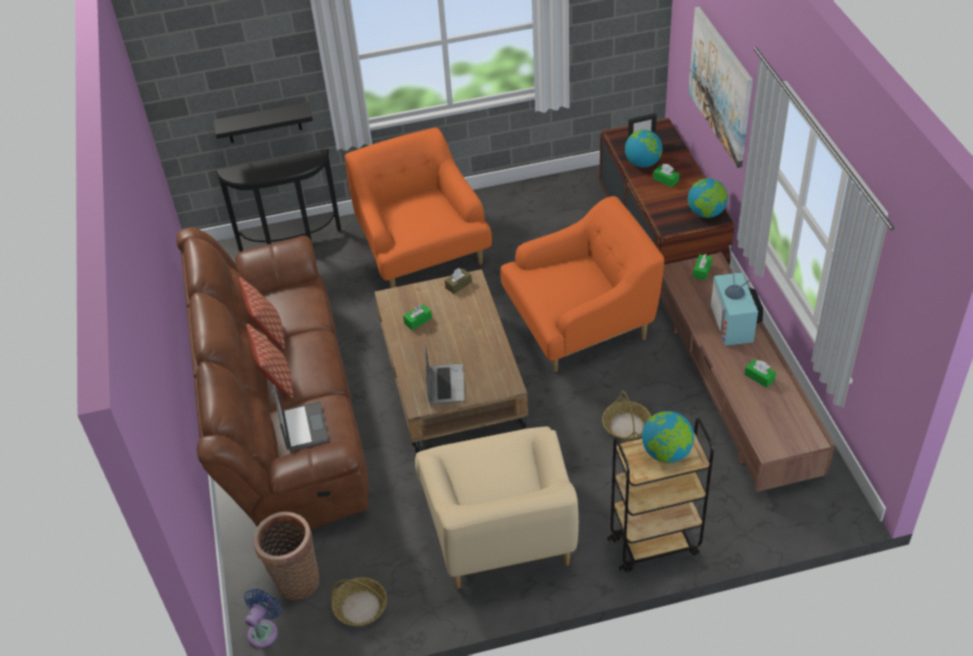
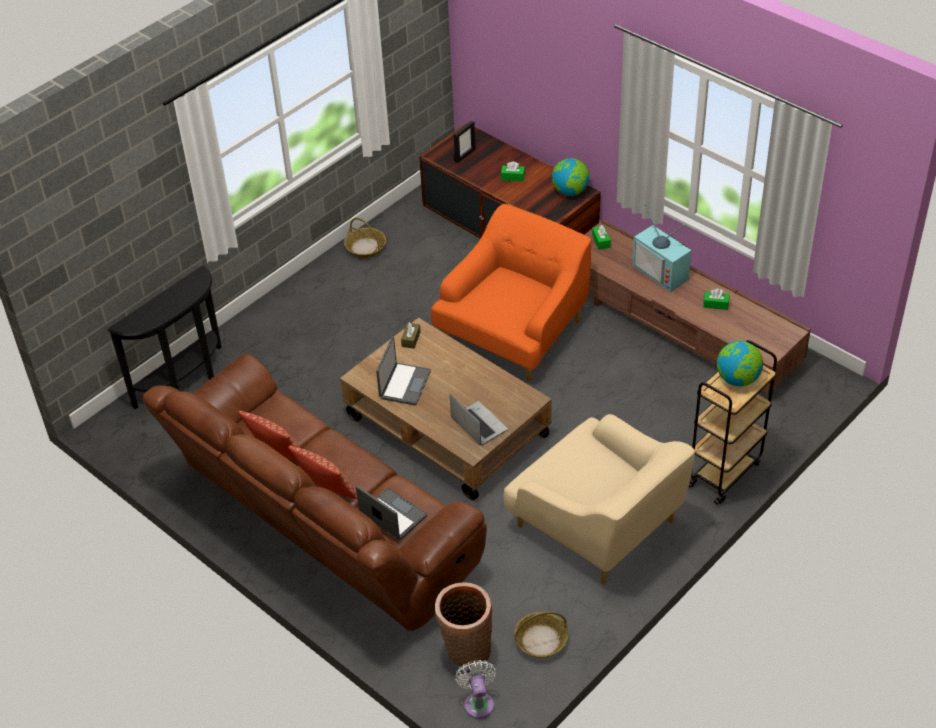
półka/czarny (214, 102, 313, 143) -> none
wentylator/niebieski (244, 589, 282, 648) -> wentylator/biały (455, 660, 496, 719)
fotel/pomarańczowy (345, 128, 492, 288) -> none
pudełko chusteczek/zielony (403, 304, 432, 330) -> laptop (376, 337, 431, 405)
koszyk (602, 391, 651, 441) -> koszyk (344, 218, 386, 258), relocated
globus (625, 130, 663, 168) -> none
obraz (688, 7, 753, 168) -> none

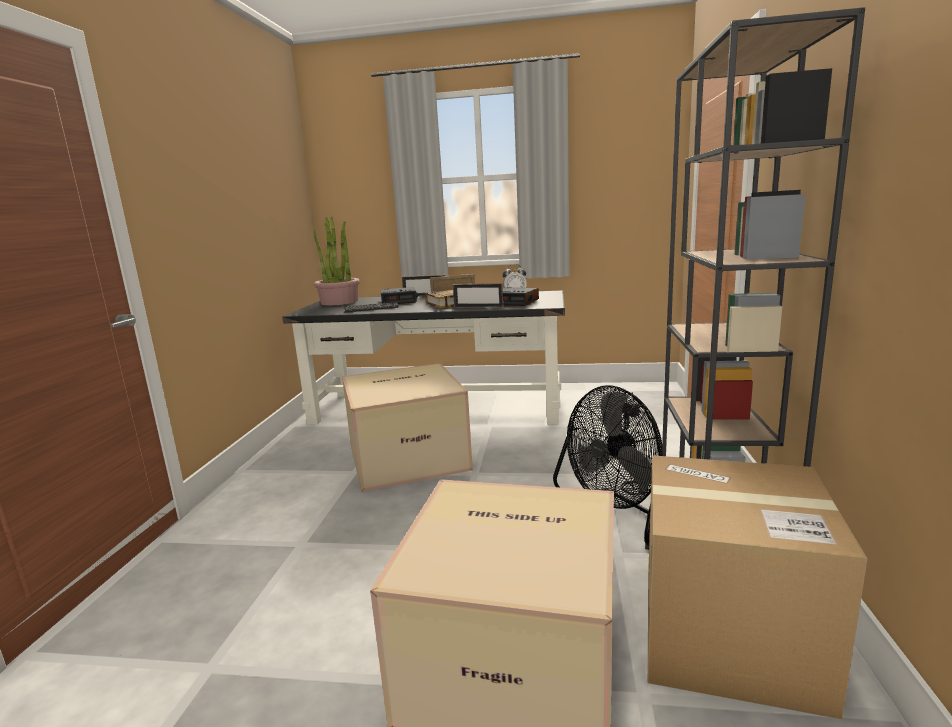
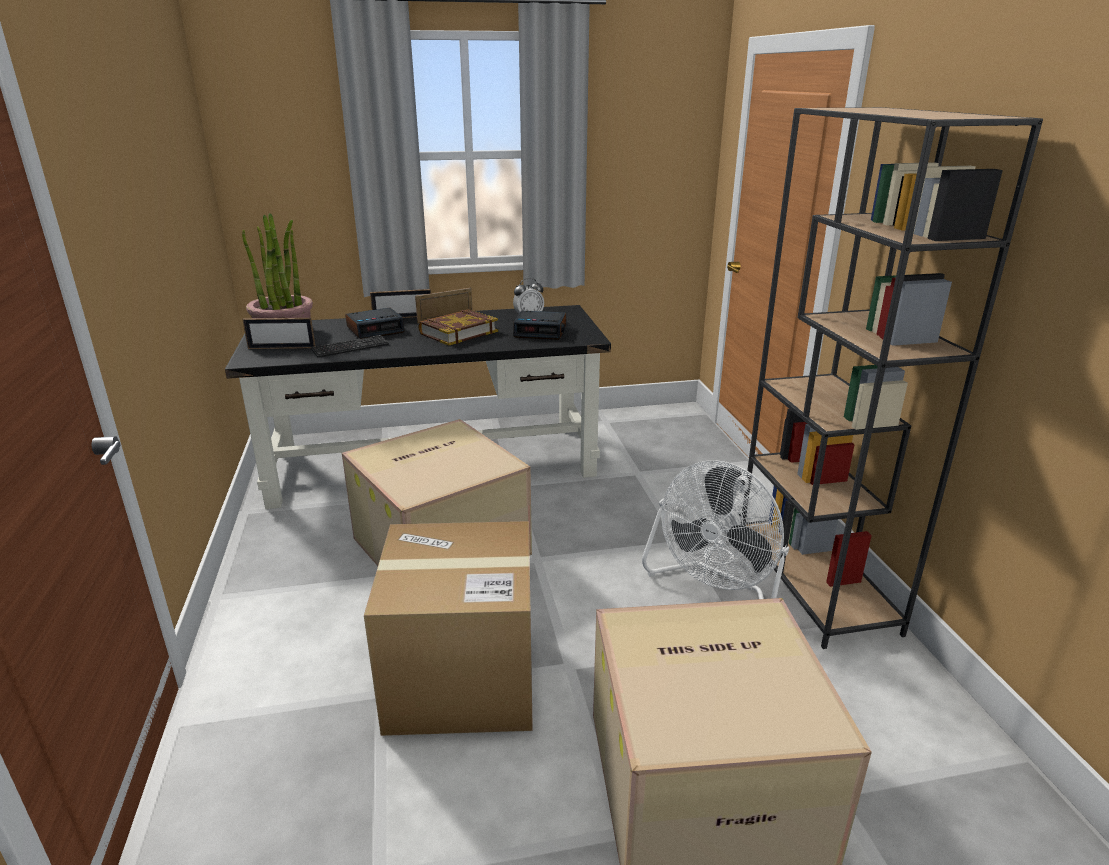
ramka na zdjęcie (453, 283, 503, 308) -> ramka na zdjęcie (242, 318, 315, 349), relocated
wentylator/czarny (553, 385, 663, 550) -> wentylator/biały (642, 460, 789, 599)
karton (648, 455, 868, 719) -> karton (364, 521, 533, 736), relocated

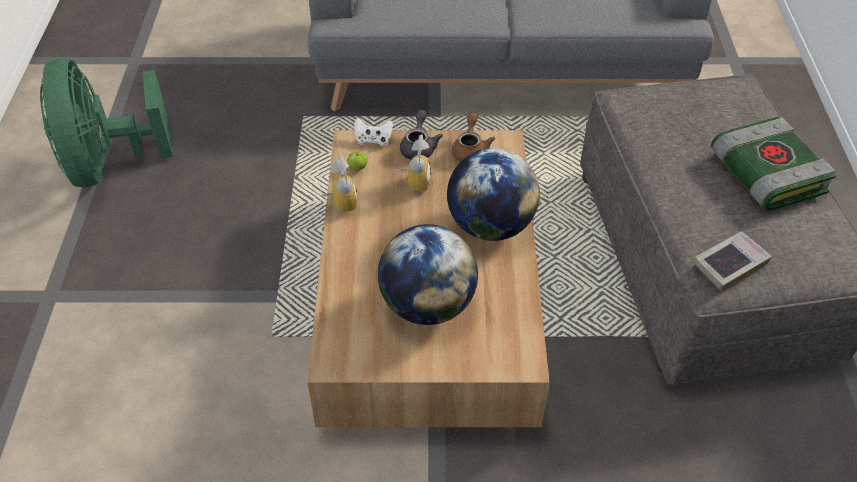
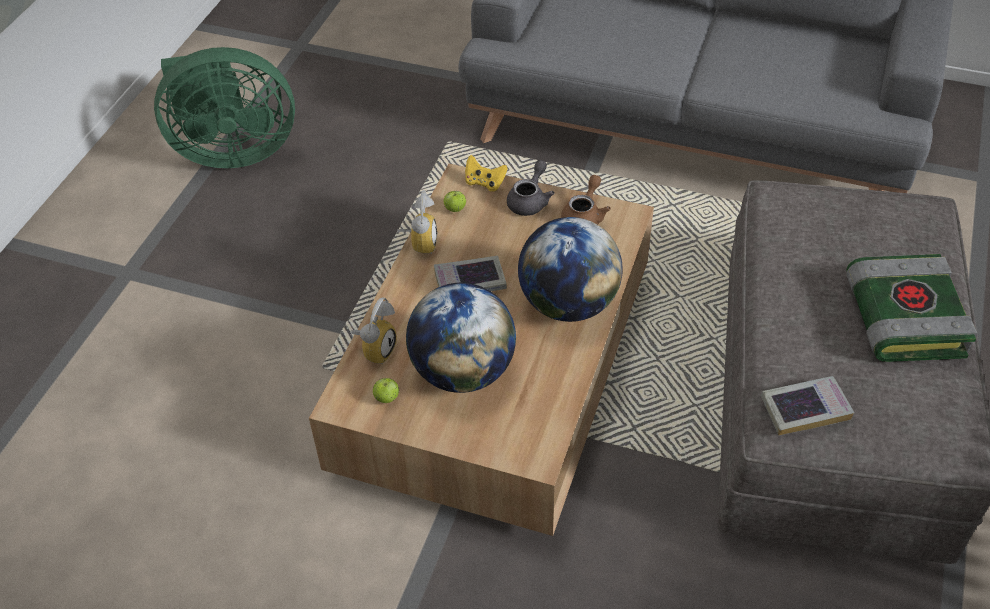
wentylator/zielony (40, 59, 173, 187) -> wentylator/zielony (154, 47, 295, 168), 105 degrees counterclockwise
pad do gier/biały (355, 118, 393, 146) -> pad do gier/żółty (465, 155, 508, 192)
budzik (396, 135, 431, 192) -> budzik (351, 297, 397, 365), relocated
none -> jabłko (373, 378, 399, 403)
none -> książka (434, 256, 507, 291)

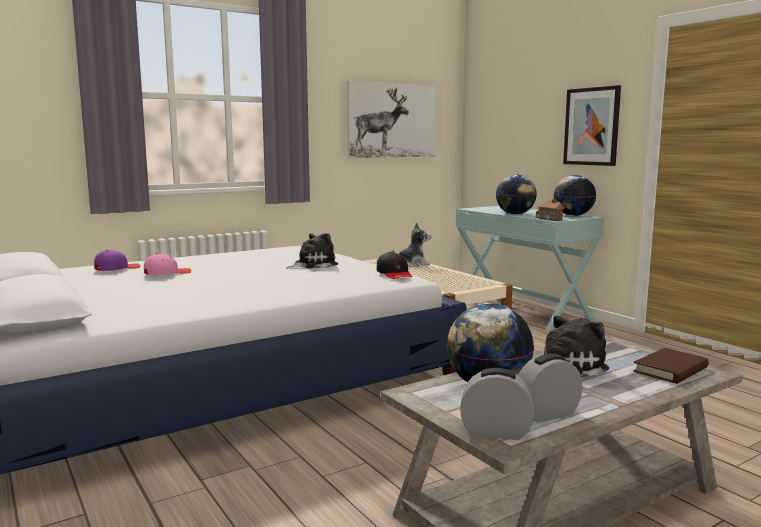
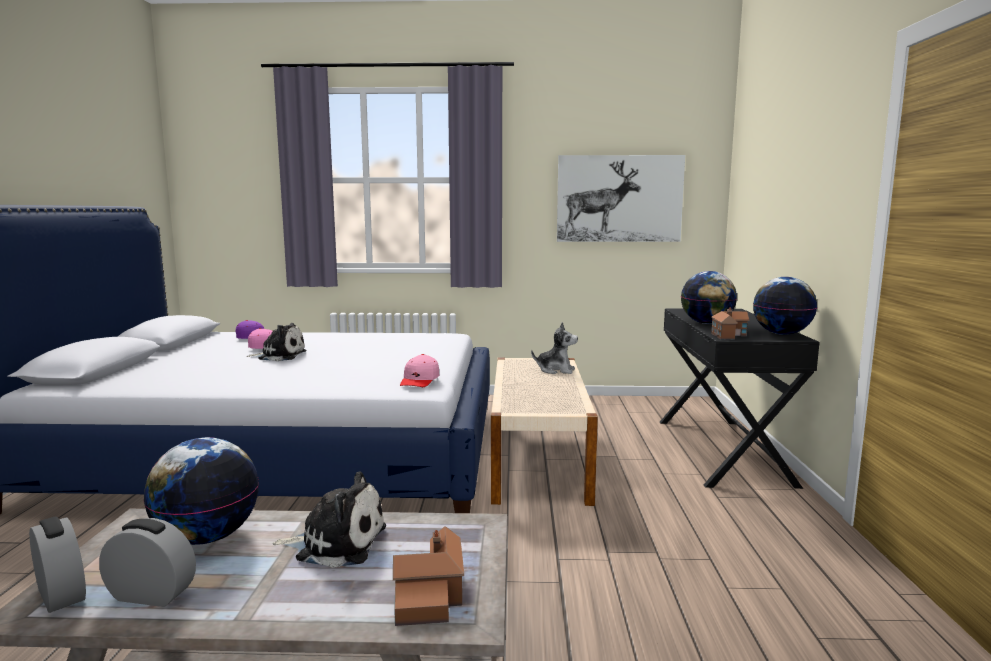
pluszak (287, 233, 338, 269) -> pluszak (247, 323, 306, 361), relocated
czapka z daszkiem/czarny (377, 251, 413, 279) -> czapka z daszkiem/różowy (400, 354, 439, 387)
biurko/turkusowy (456, 206, 603, 331) -> biurko/czarny (660, 308, 820, 489)
obraz (563, 85, 621, 166) -> none
książka/brązowy (633, 348, 709, 384) -> domek (393, 526, 464, 626)

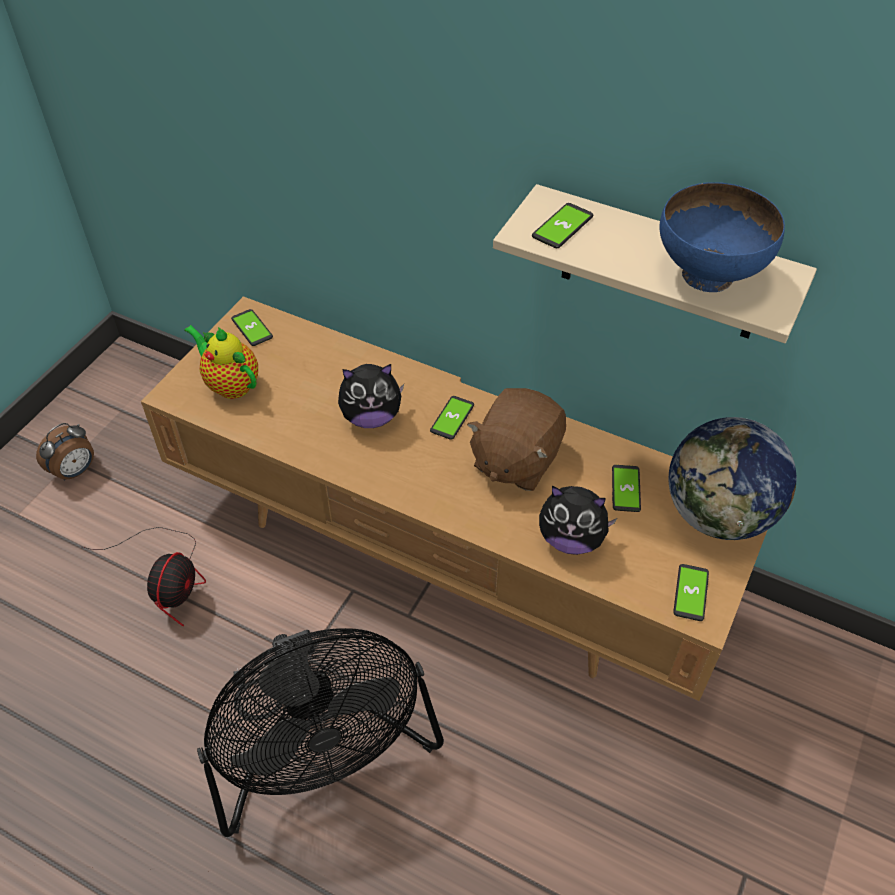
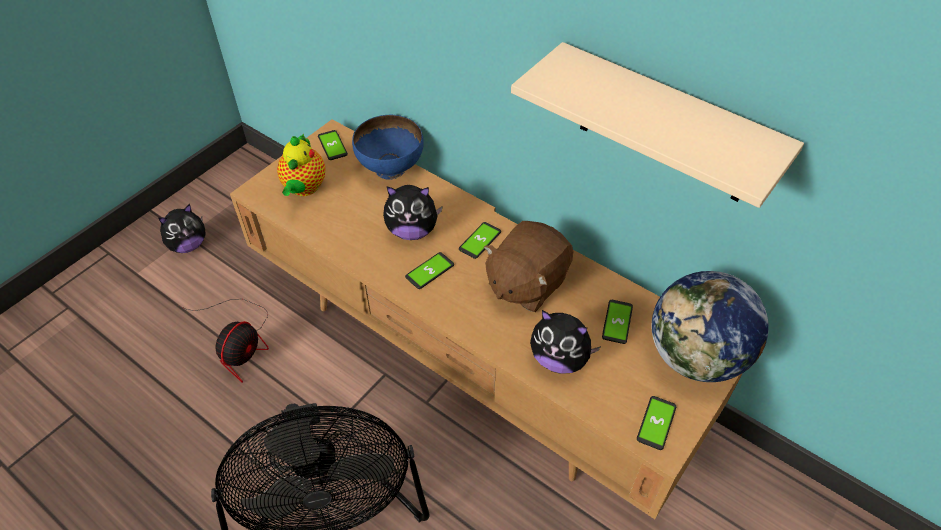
budzik (36, 423, 94, 481) -> pluszak (159, 204, 206, 253)
imbryk (184, 325, 258, 399) -> imbryk (277, 134, 325, 196), 135 degrees counterclockwise
telefon (532, 203, 593, 248) -> telefon (405, 252, 454, 289), relocated
miska/niebieski (659, 182, 785, 292) -> miska/niebieski (352, 115, 424, 180), relocated

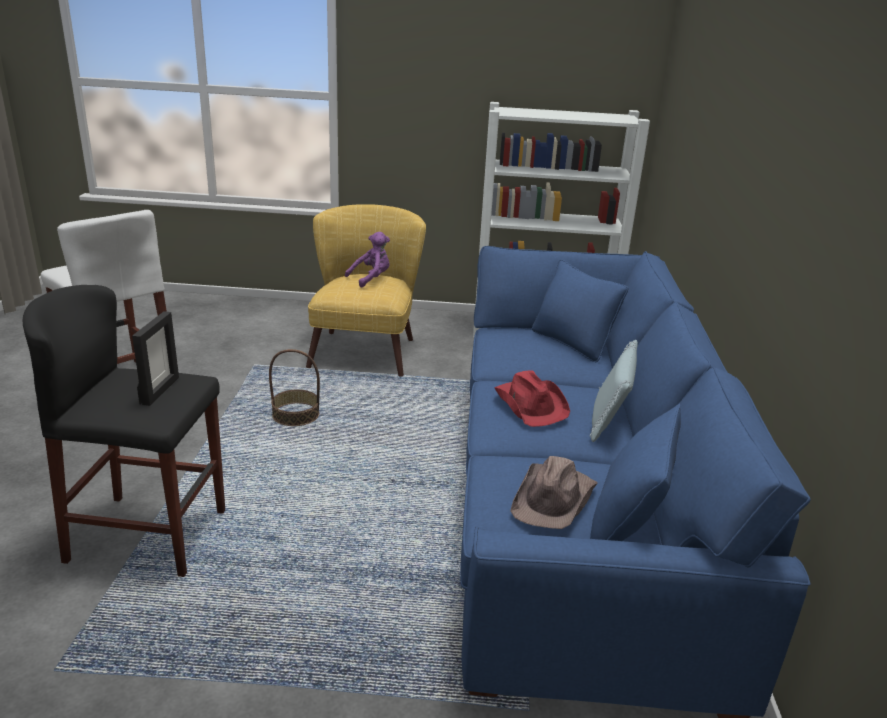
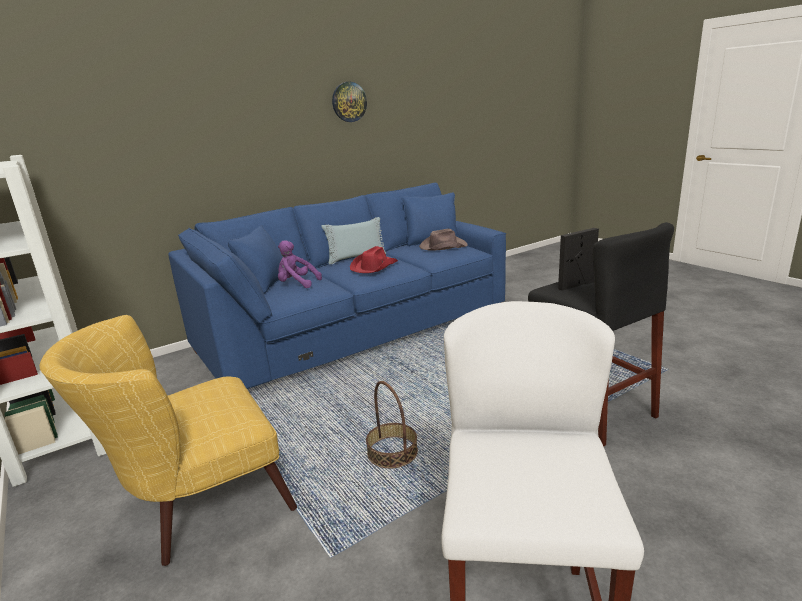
pluszak/fioletowy (345, 232, 390, 288) -> pluszak/fioletowy (278, 240, 322, 288), relocated
none -> zegar ścienny (332, 82, 367, 122)

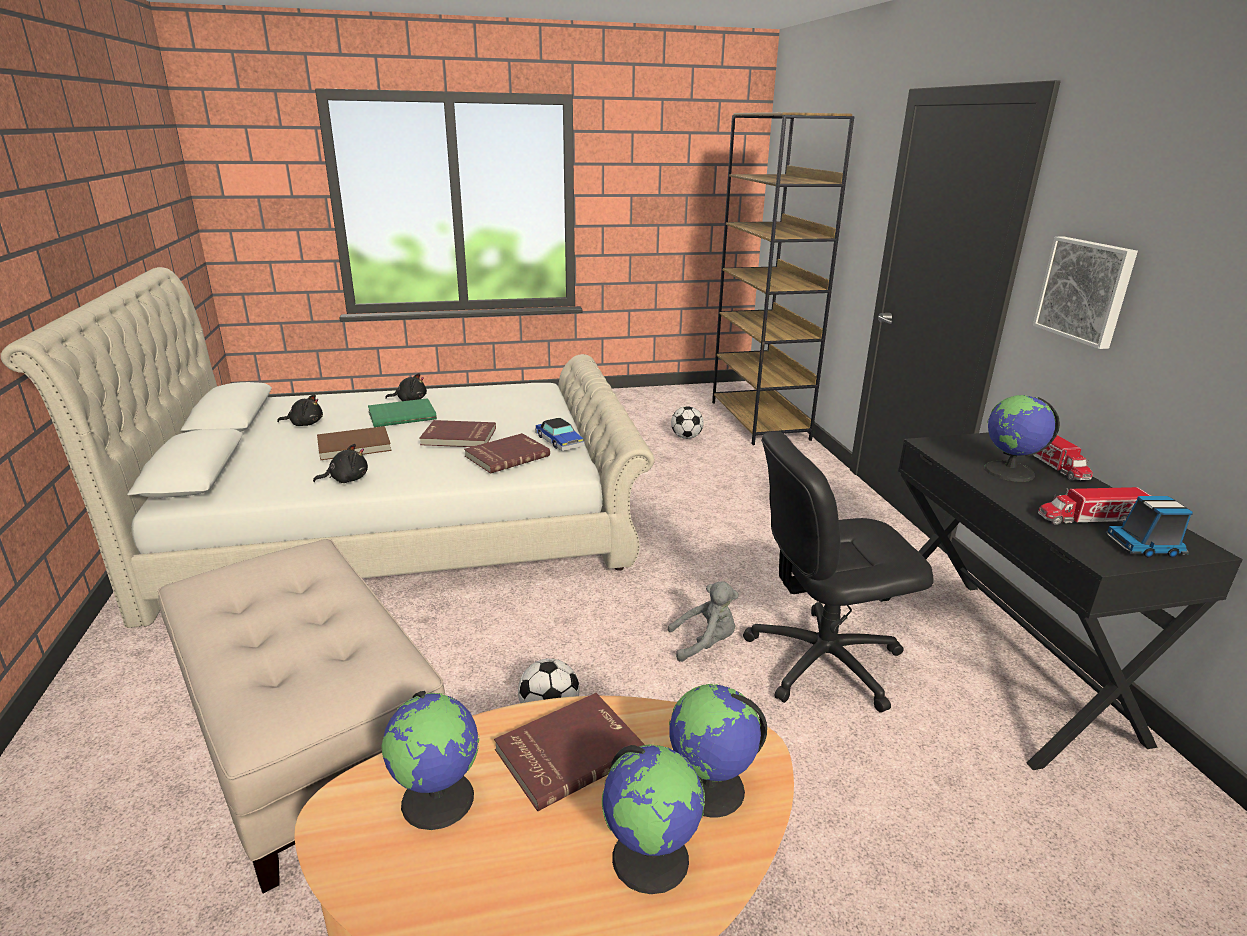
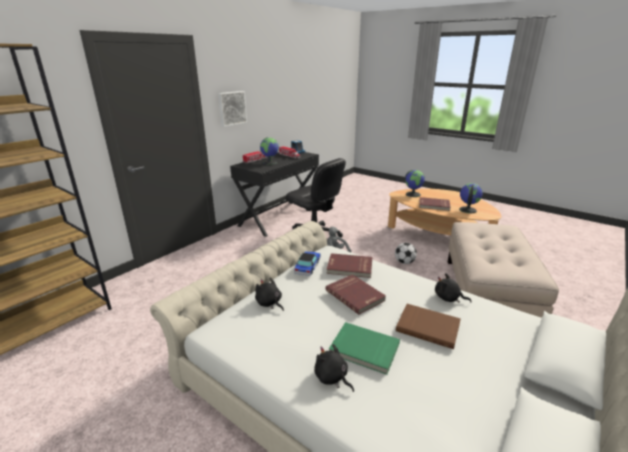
pluszak/czarny (277, 394, 323, 426) -> pluszak/czarny (255, 277, 284, 311), relocated
globus (602, 744, 705, 894) -> none
piłka futbolowa (671, 406, 704, 439) -> none

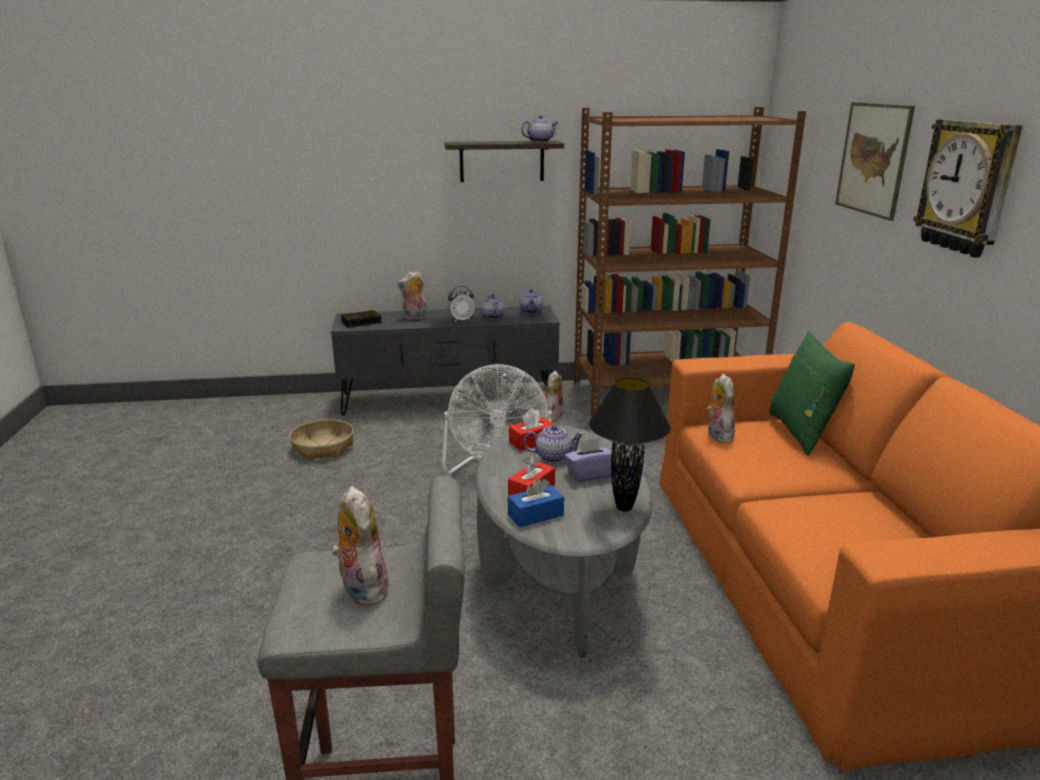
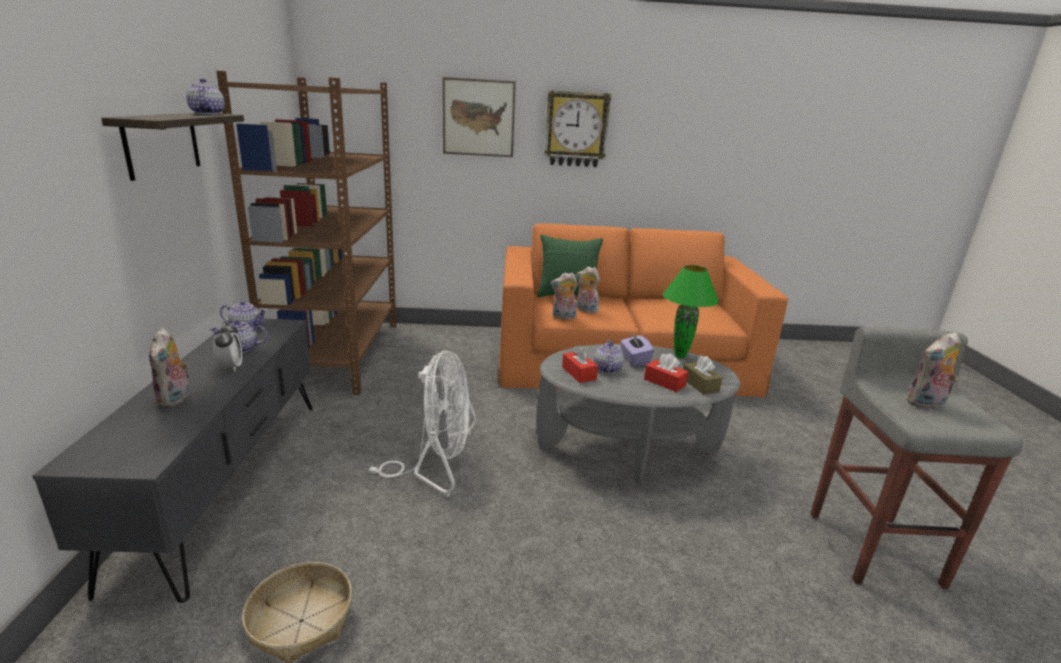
budzik (341, 310, 382, 328) -> none
pudełko chusteczek/niebieski (508, 478, 564, 528) -> pudełko chusteczek/brązowy (683, 356, 722, 395)
pluszak (543, 371, 563, 420) -> pluszak (576, 266, 600, 313), relocated
lampa stołowa/czarny (589, 377, 671, 511) -> lampa stołowa/zielony (663, 265, 719, 358)

